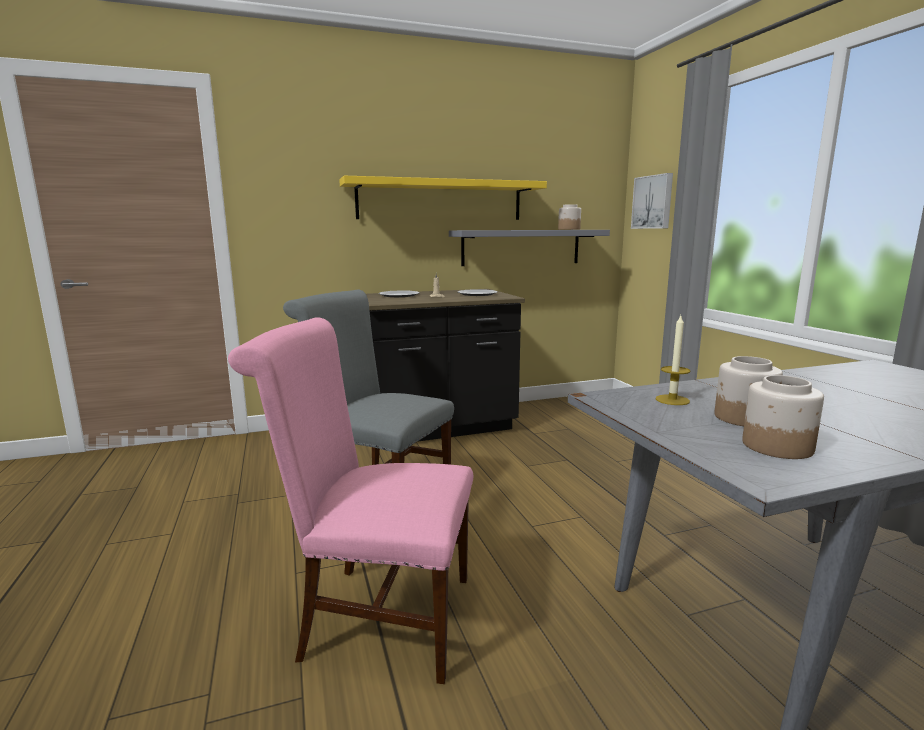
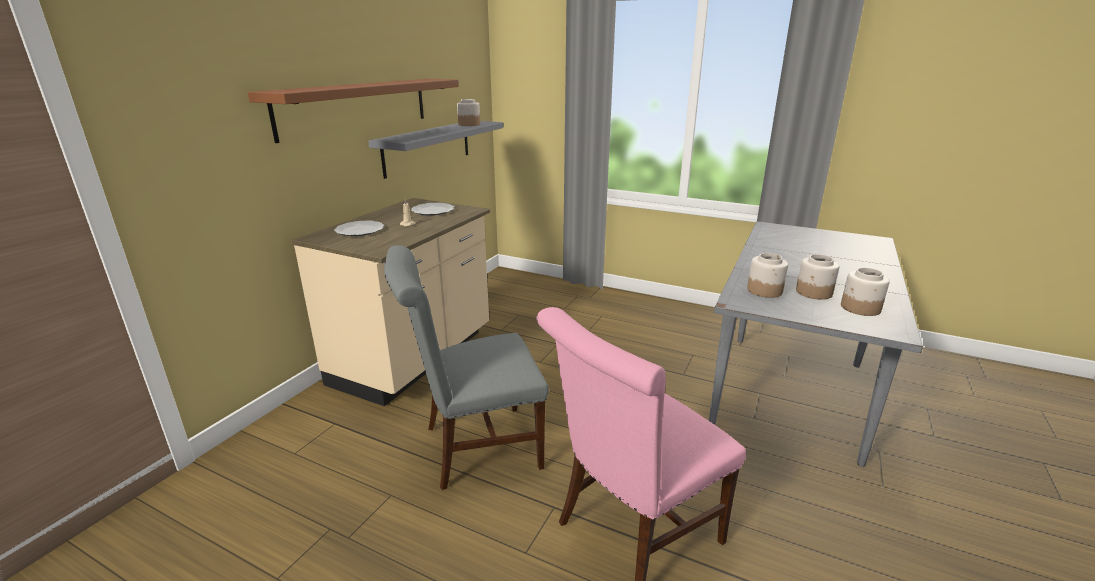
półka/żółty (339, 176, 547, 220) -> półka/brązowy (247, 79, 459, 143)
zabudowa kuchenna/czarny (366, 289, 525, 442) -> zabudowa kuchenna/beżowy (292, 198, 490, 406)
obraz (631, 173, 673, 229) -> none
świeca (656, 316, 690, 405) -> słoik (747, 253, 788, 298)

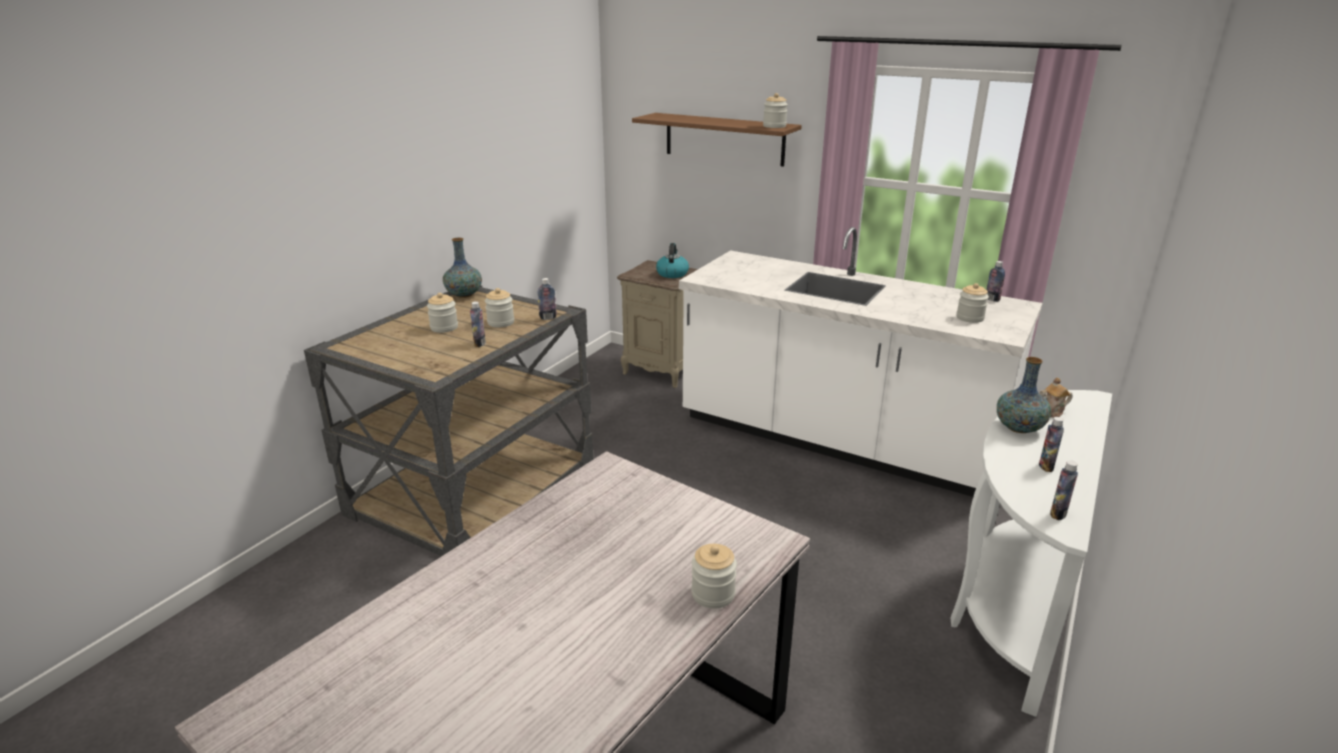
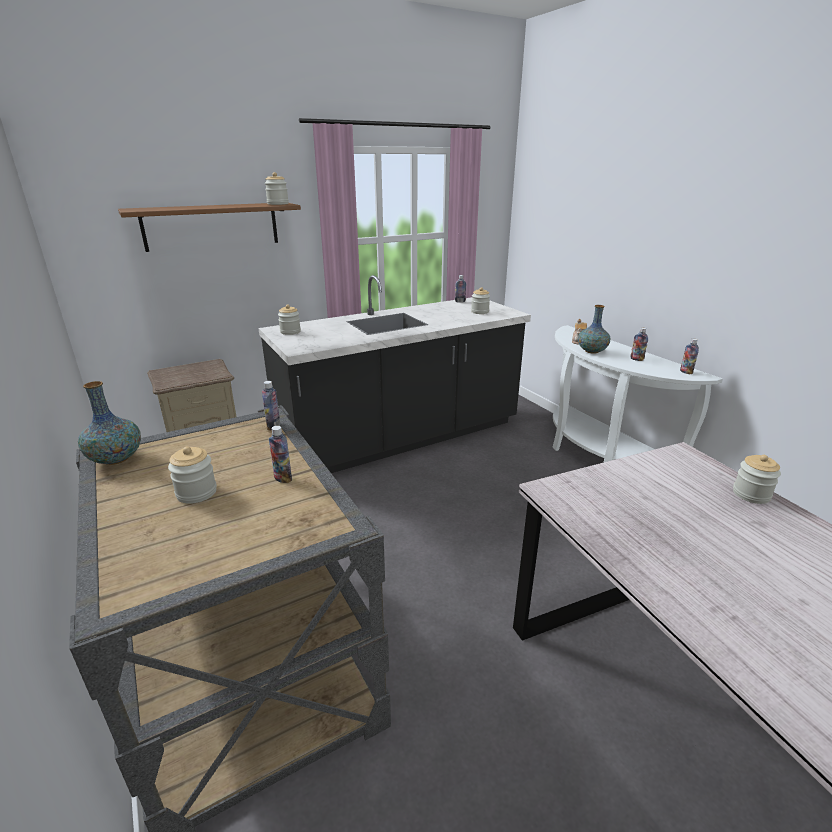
słoik (485, 288, 514, 328) -> słoik (278, 305, 301, 335), relocated
czajnik (656, 243, 689, 278) -> none
zabudowa kuchenna/biały (679, 227, 1043, 497) -> zabudowa kuchenna/czarny (258, 275, 531, 473)

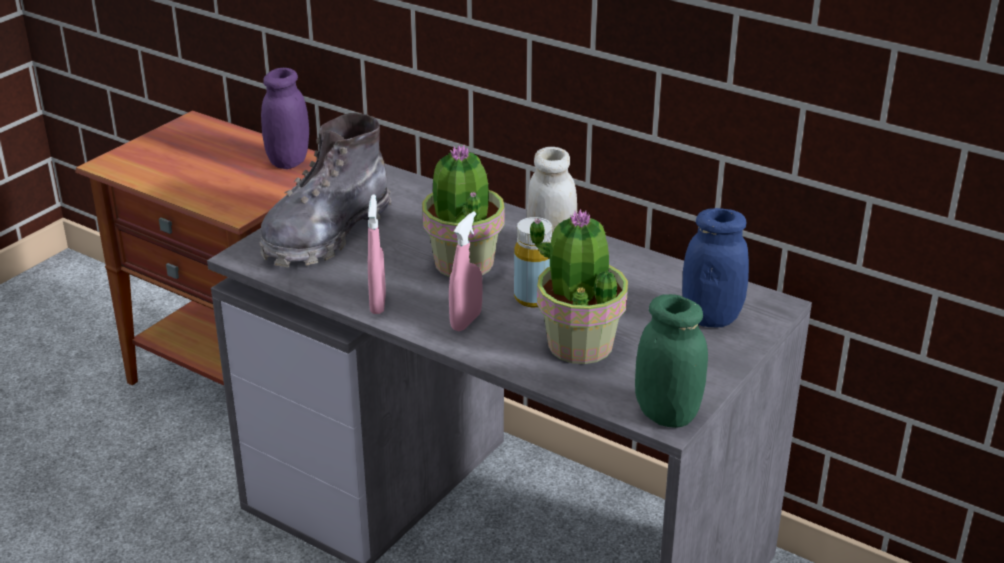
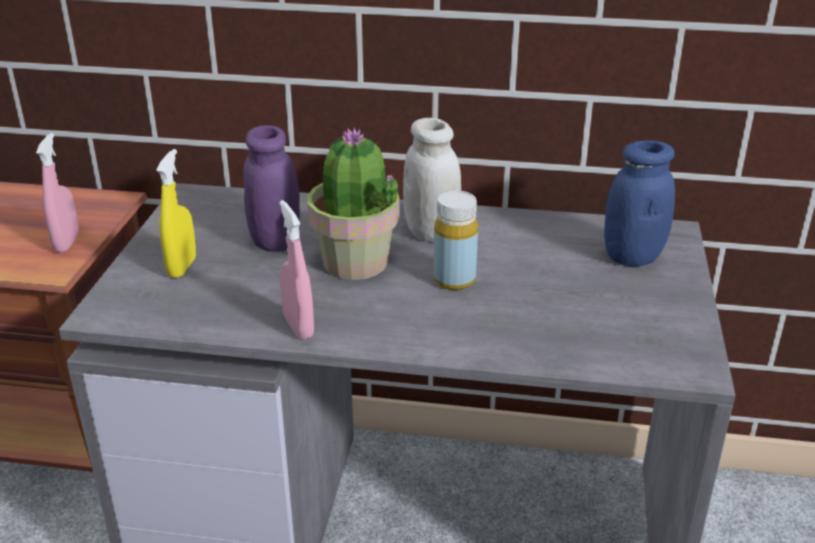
but z cholewką/szary (259, 113, 392, 268) -> spryskiwacz/żółty (156, 149, 196, 278)
słoik/fioletowy (261, 68, 309, 169) -> słoik/fioletowy (244, 125, 300, 252), relocated
spryskiwacz/różowy (449, 211, 483, 331) -> spryskiwacz/różowy (36, 133, 79, 253), relocated
roślina doniczkowa (529, 209, 628, 364) -> none
słoik/zielony (635, 294, 708, 428) -> none

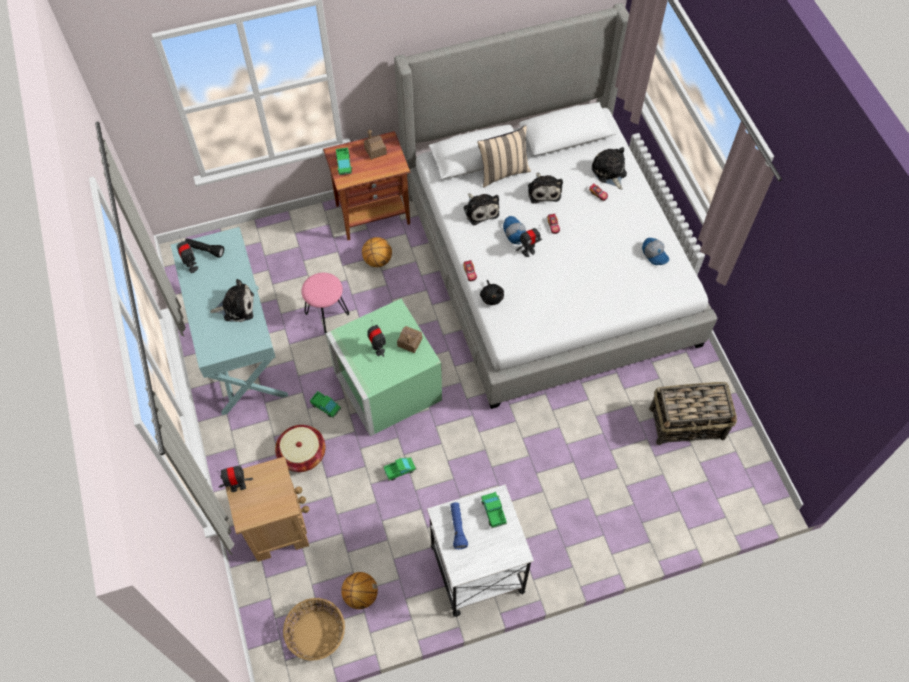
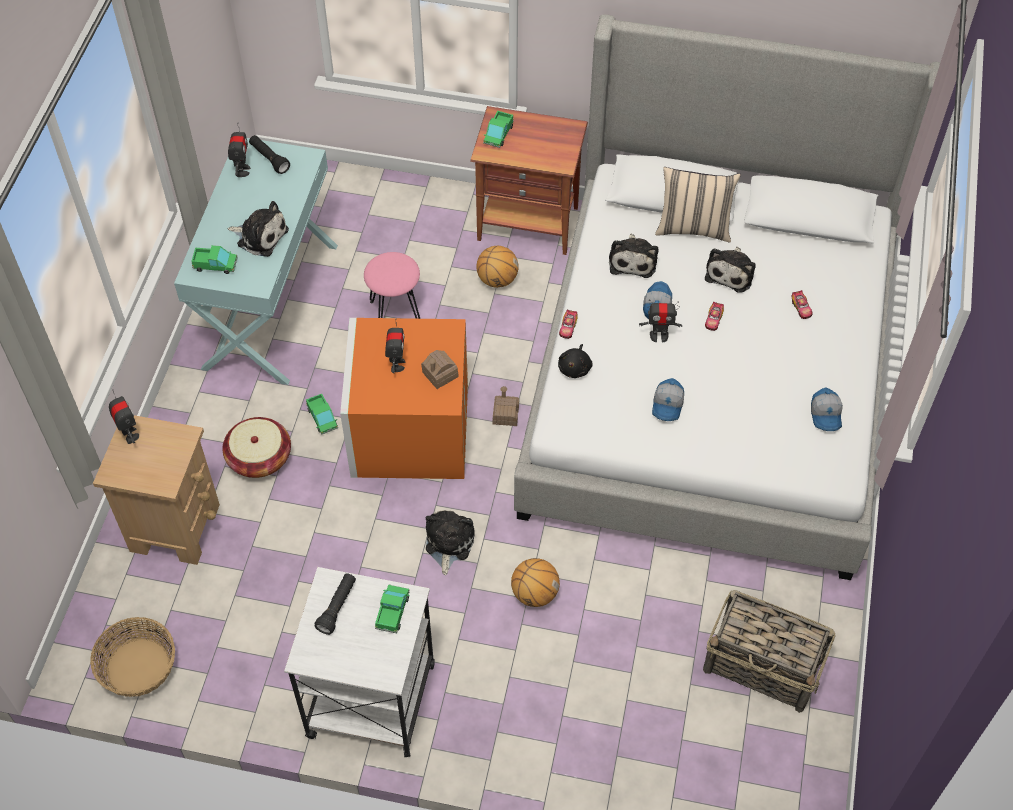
robot zabawkowy (217, 465, 253, 492) -> robot zabawkowy (109, 389, 139, 444), 45 degrees clockwise
pojemnik do przechowywania/zielony (326, 299, 442, 436) -> pojemnik do przechowywania/pomarańczowy (340, 318, 468, 479)
piłka do koszykówki (341, 572, 378, 609) -> piłka do koszykówki (511, 558, 560, 607), relocated
domek (364, 130, 387, 160) -> domek (492, 386, 519, 426), relocated
ciężarówka zabawkowa (384, 457, 417, 481) -> ciężarówka zabawkowa (191, 245, 238, 274), relocated
latarka/niebieski (450, 502, 468, 549) -> latarka/czarny (315, 573, 356, 635)
pluszak (592, 147, 627, 190) -> pluszak (426, 510, 475, 575), relocated
none -> czapka z daszkiem (652, 378, 684, 421)

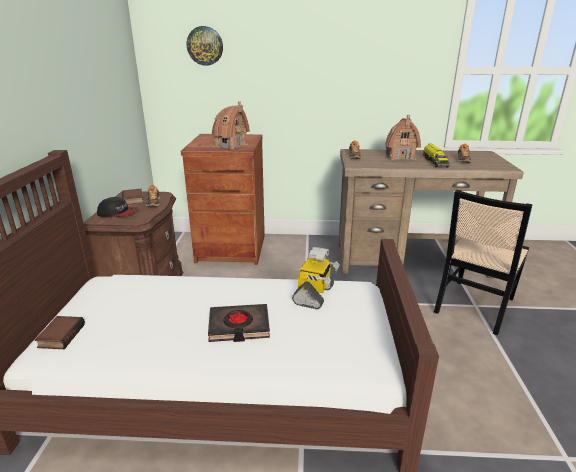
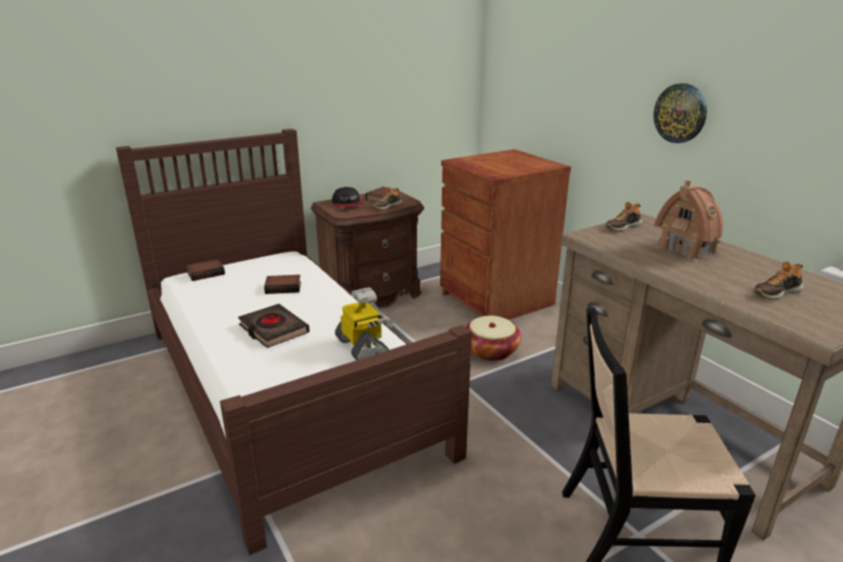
zegar ścienny (187, 26, 223, 66) -> zegar ścienny (653, 83, 707, 143), relocated
domek (212, 101, 250, 150) -> none
robot zabawkowy (292, 247, 340, 309) -> robot zabawkowy (335, 288, 393, 360), 105 degrees counterclockwise
ciężarówka zabawkowa (423, 144, 450, 168) -> none
none -> książka (264, 275, 301, 294)
none -> koszyk (465, 316, 522, 361)

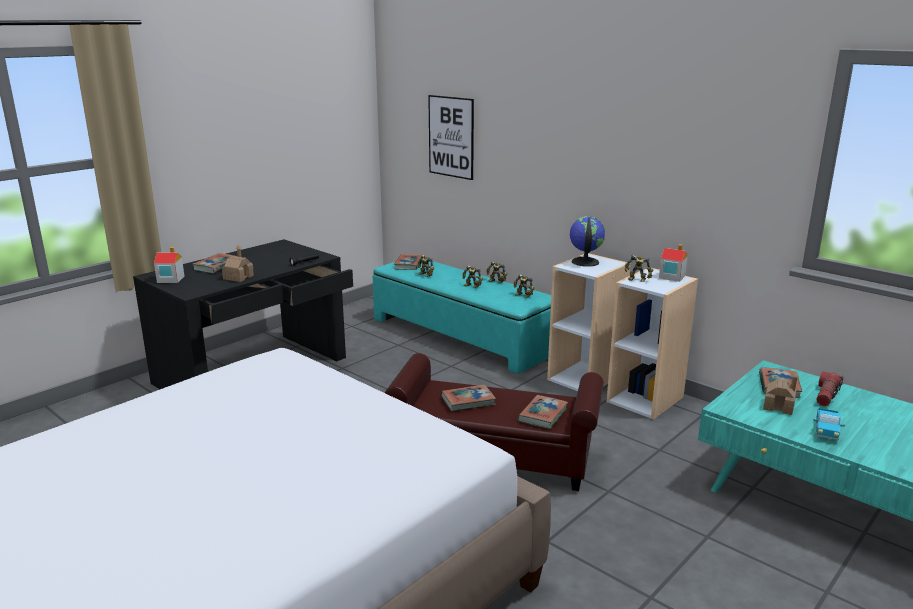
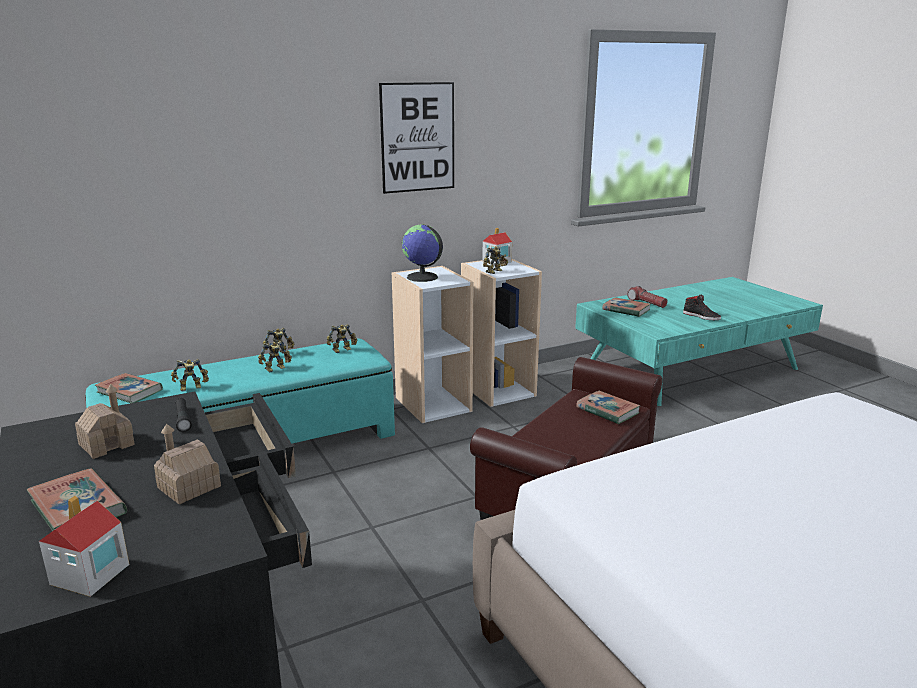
obraz (428, 95, 474, 180) -> obraz (379, 82, 454, 194), relocated
książka (441, 385, 496, 411) -> none
domek (763, 372, 799, 415) -> domek (75, 384, 135, 459), relocated
ciężarówka zabawkowa (813, 408, 845, 440) -> but/czarny (683, 295, 721, 320)

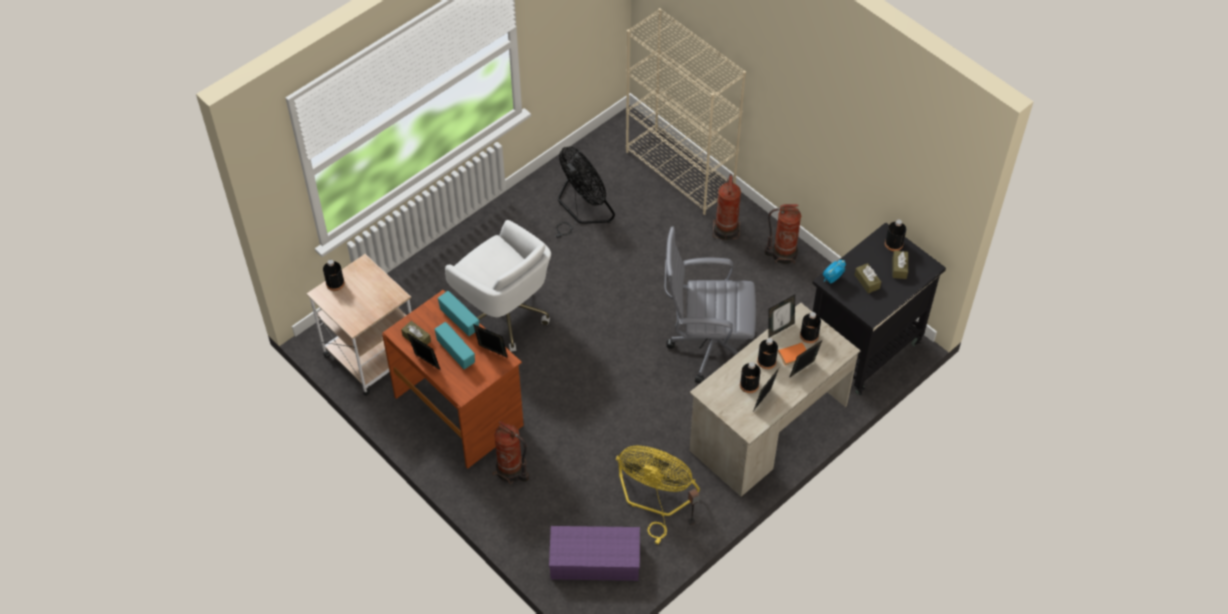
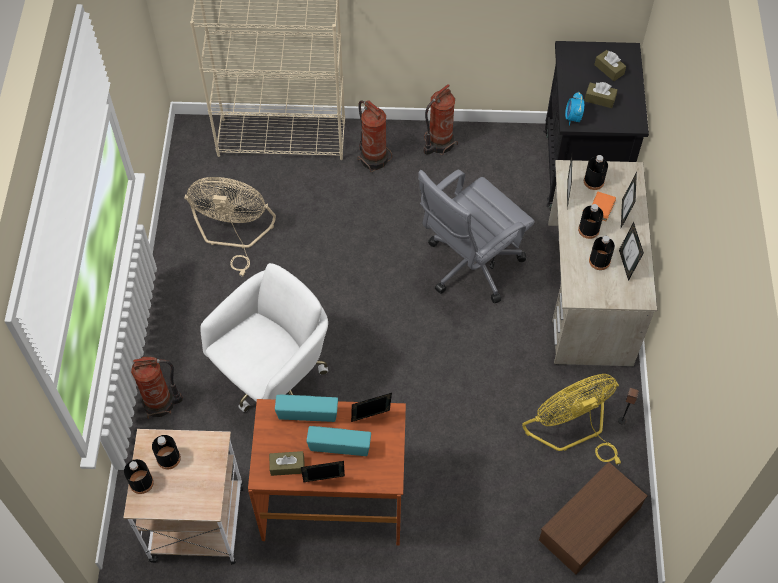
krzesło biurowe/biały (445, 220, 551, 352) -> krzesło biurowe/biały (200, 263, 328, 412), 45 degrees counterclockwise
gaśnica (493, 421, 529, 484) -> gaśnica (131, 356, 183, 419), relocated
pojemnik do przechowywania/fioletowy (549, 526, 640, 581) -> pojemnik do przechowywania/brązowy (539, 462, 647, 575)
wentylator/czarny (556, 147, 615, 238) -> wentylator/beżowy (184, 177, 276, 276)
butelka/czarny (885, 220, 906, 251) -> butelka/czarny (152, 435, 181, 470), relocated

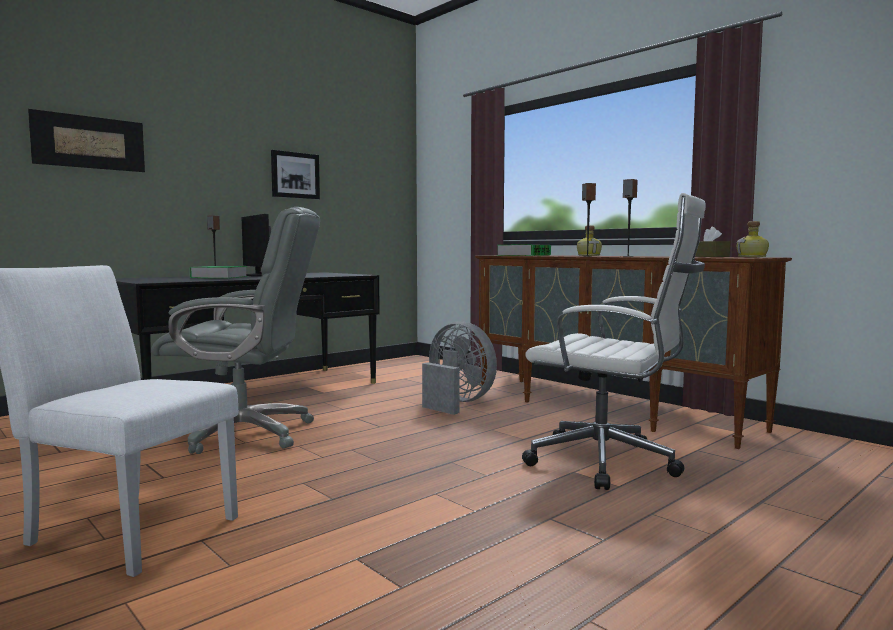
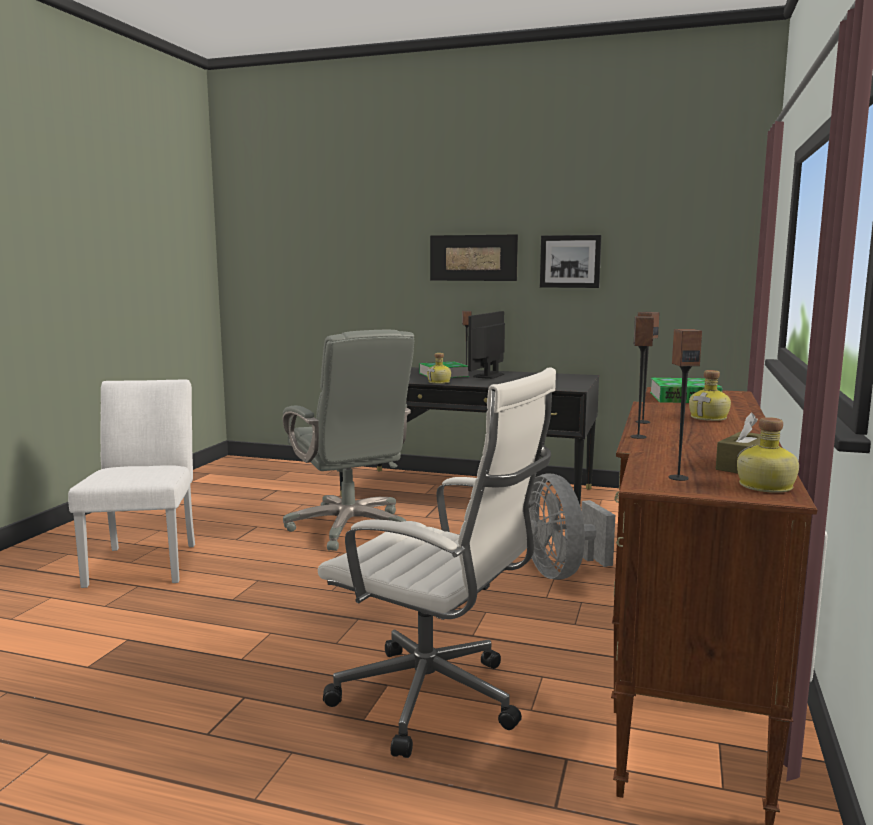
obraz (28, 109, 145, 172) -> obraz (430, 234, 518, 281), relocated
wentylator/szary (422, 321, 497, 415) -> wentylator/szary (529, 474, 615, 580), 150 degrees clockwise
krzesło biurowe/biały (522, 193, 706, 490) -> krzesło biurowe/biały (318, 367, 556, 758), 60 degrees counterclockwise
none -> butelka (427, 353, 451, 384)
none -> głośnik (669, 329, 702, 481)

